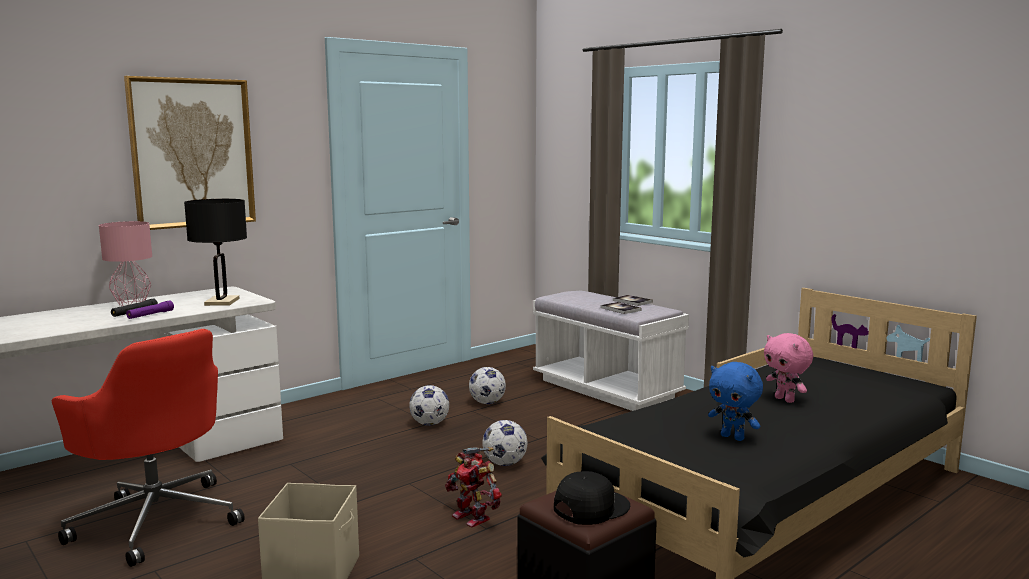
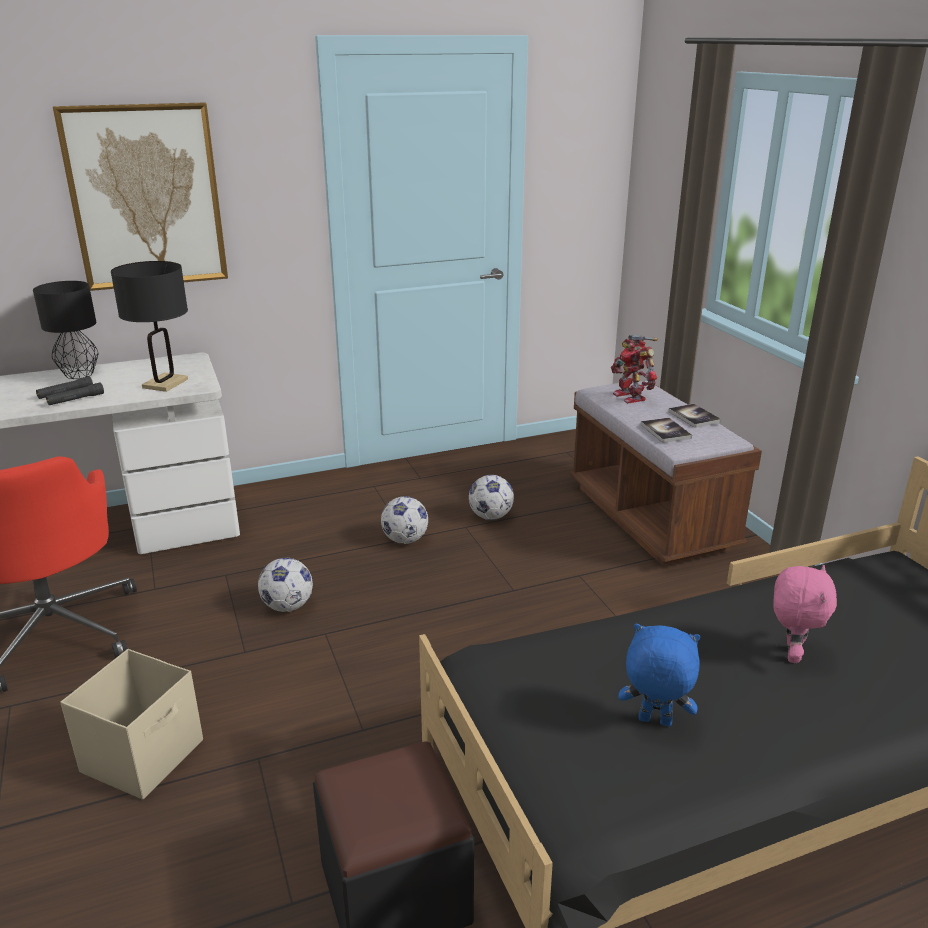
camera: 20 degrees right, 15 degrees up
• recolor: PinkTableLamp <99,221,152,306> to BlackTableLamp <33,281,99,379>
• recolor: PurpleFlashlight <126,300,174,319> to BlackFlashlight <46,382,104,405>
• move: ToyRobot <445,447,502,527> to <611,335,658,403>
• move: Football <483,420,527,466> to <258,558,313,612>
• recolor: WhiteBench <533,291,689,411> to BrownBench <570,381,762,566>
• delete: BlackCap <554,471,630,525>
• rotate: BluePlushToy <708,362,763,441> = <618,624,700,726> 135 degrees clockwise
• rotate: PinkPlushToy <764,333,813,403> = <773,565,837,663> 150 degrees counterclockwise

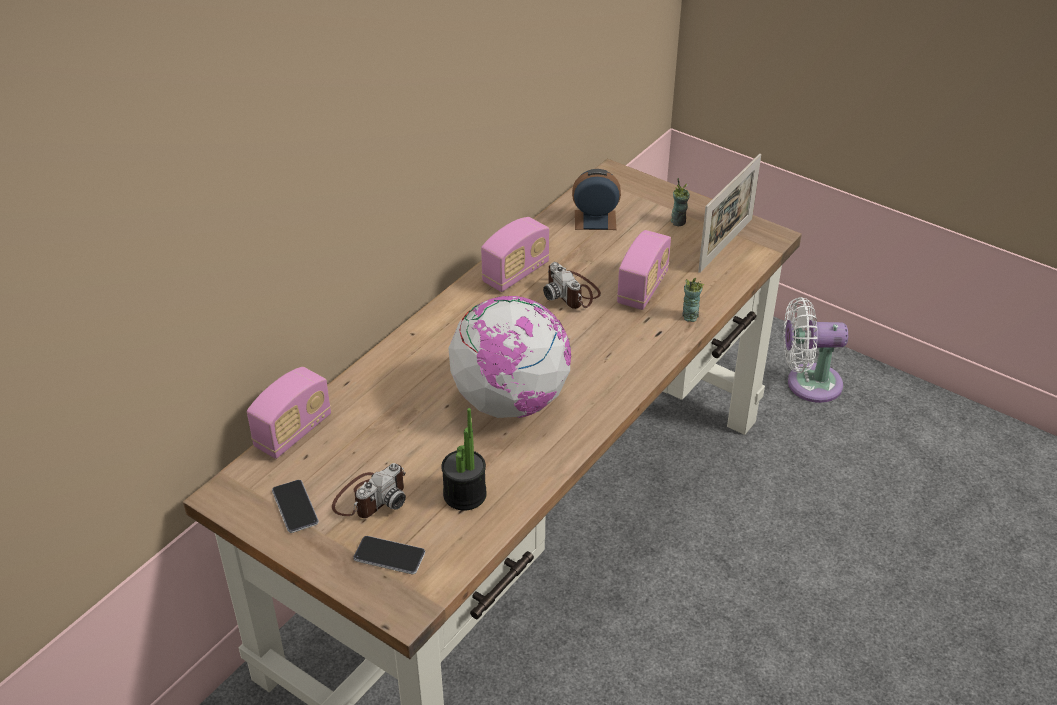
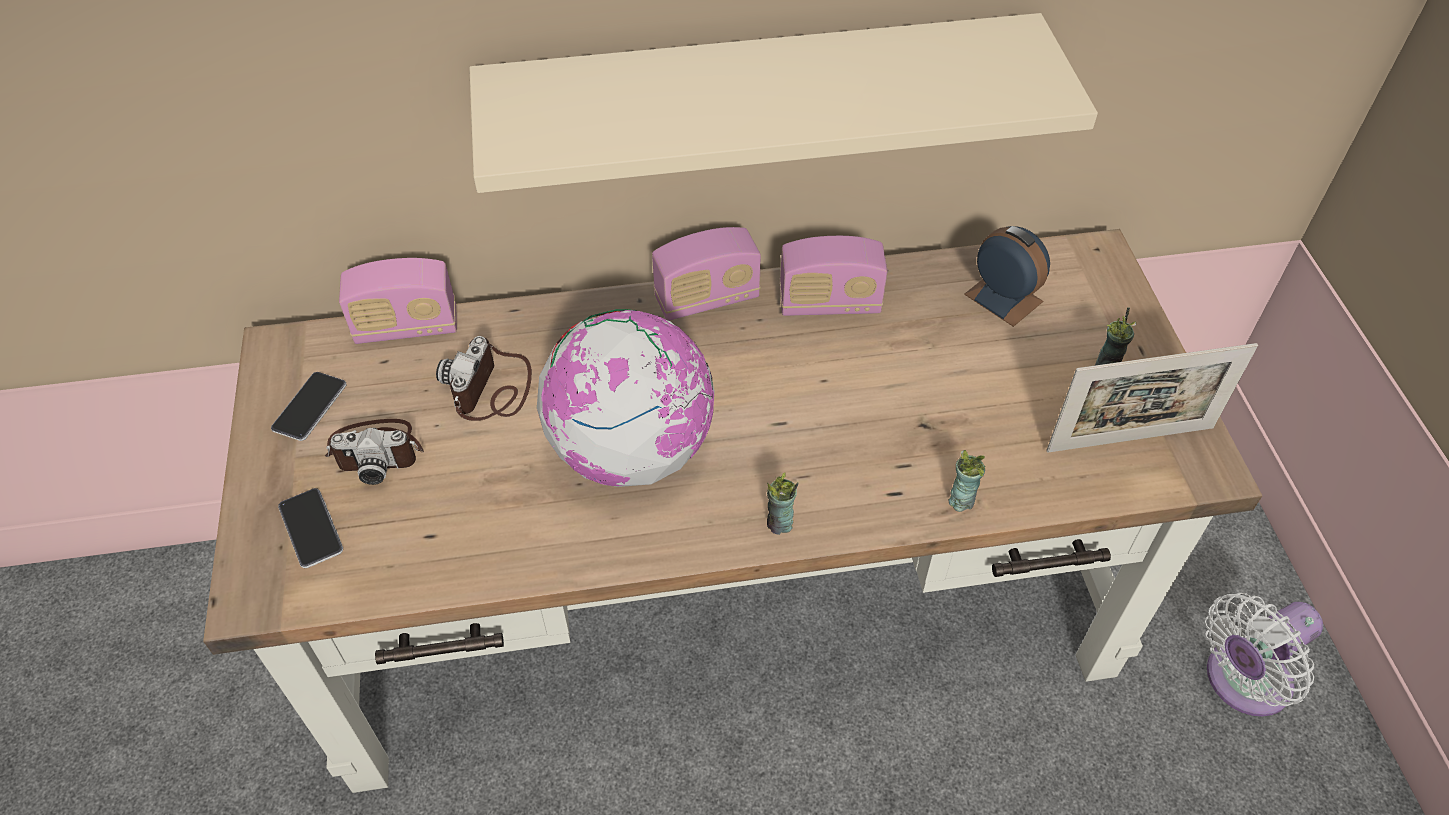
camera: 45 degrees right, 10 degrees up
• delete: PottedPlant <441,408,487,511>
• move: PhotoCamera <543,262,601,309> to <436,336,532,421>
• move: Radio <617,230,671,310> to <652,227,761,321>
• rotate: WhiteFan <784,297,848,403> = <1205,593,1323,716> 75 degrees counterclockwise
• insert: BeigeShelf <469,13,1098,193>
• insert: Cup <767,473,799,535>

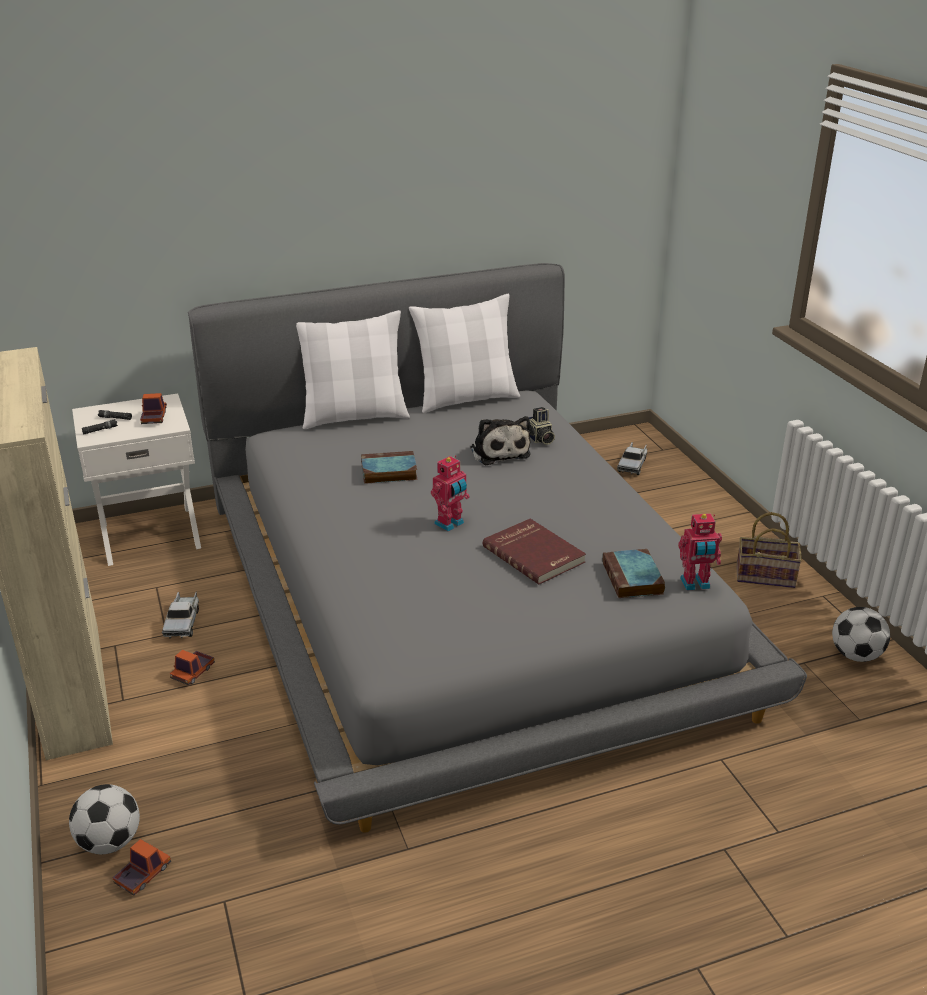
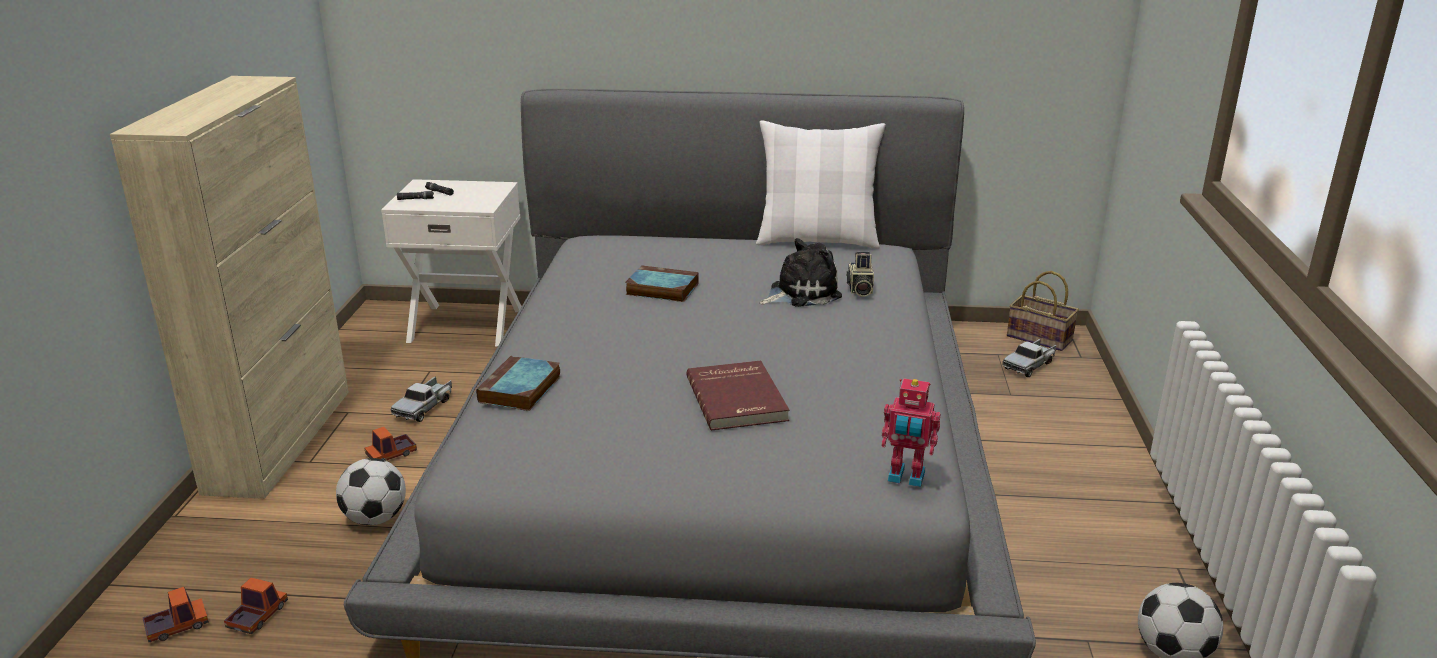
camera: 25 degrees right, 5 degrees down
• move: Football <69,784,140,854> to <336,458,406,525>
• move: ToyTruck <140,393,167,424> to <224,577,288,634>
• delete: WhitePillow <296,310,410,429>
• delete: ToyRobot <431,455,470,532>
• rotate: PlushToy <470,416,531,465> = <760,238,842,307> 120 degrees counterclockwise
• move: Book <602,549,665,598> to <476,356,561,411>
• move: Basket <736,512,802,588> to <1007,271,1079,351>

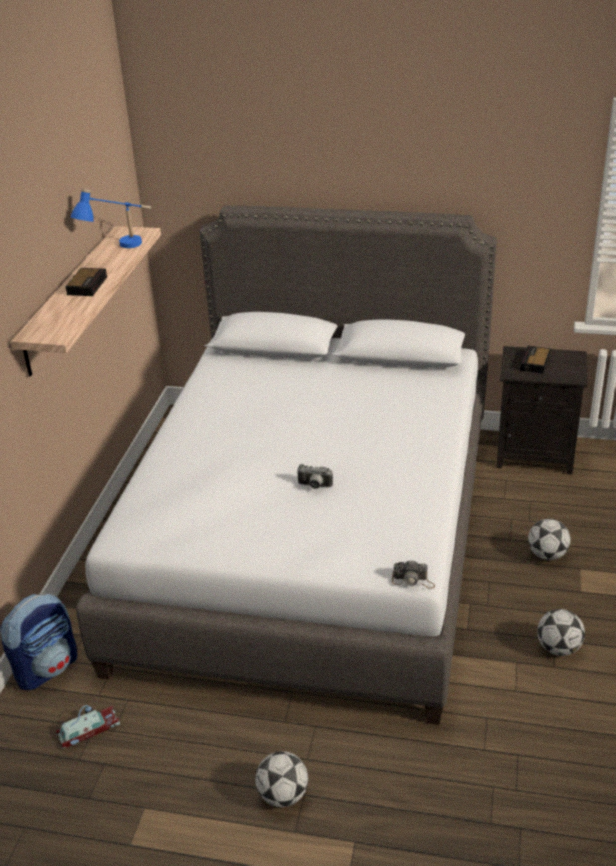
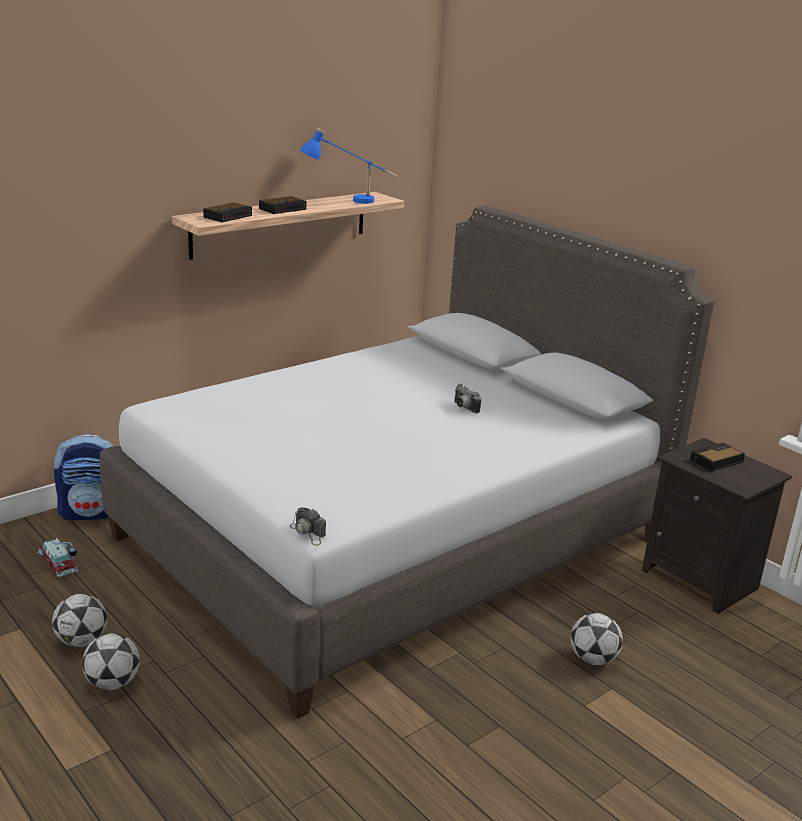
camera: 35 degrees right, 10 degrees down
• rotate: ToyCar <55,705,120,749> = <37,538,79,577> 45 degrees clockwise
• move: PhotoCamera <297,464,333,489> to <454,384,482,413>
• move: Football <537,609,585,656> to <52,594,107,647>
• insert: AlarmClock <203,202,252,222>

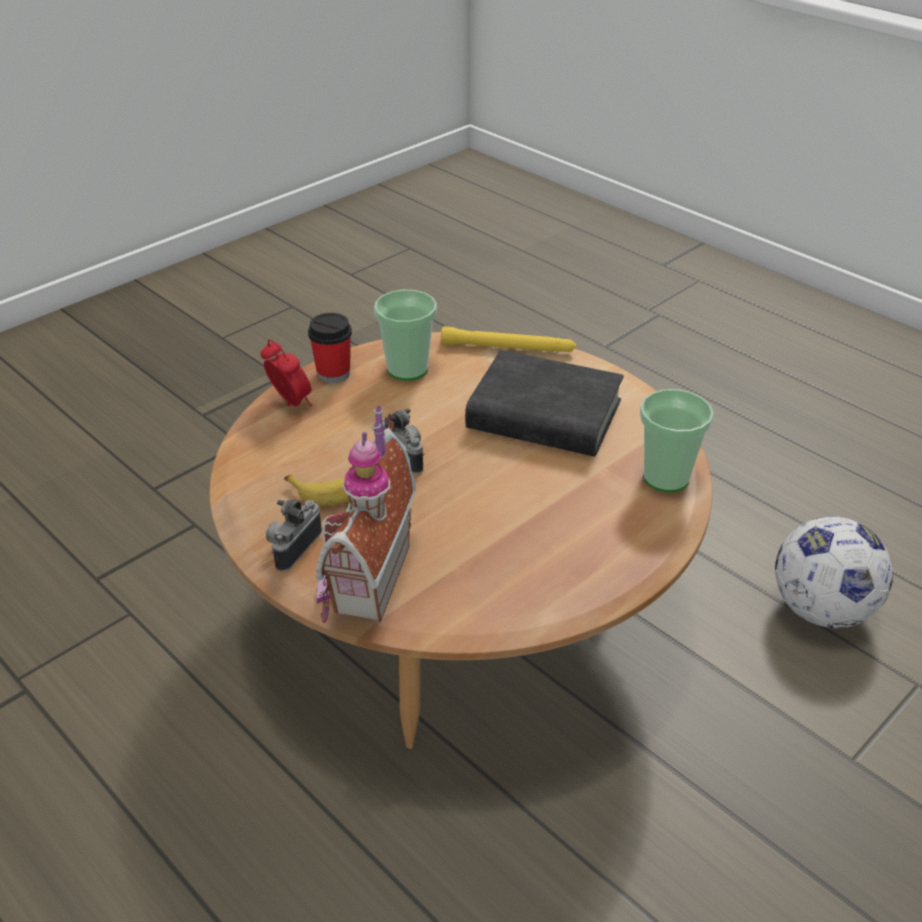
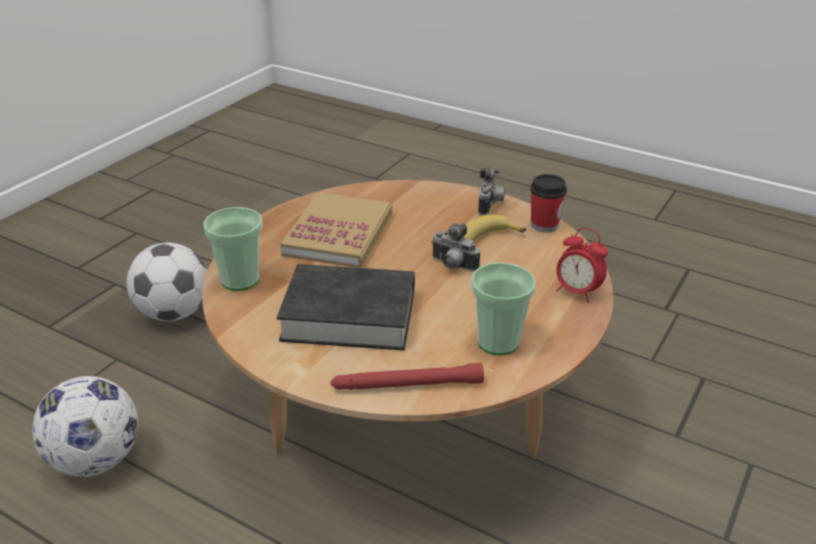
camera: 165 degrees right, 5 degrees down
• move: Cup <308,313,352,383> to <530,174,567,232>
• delete: ToyHouse <316,405,415,623>
• recolor: YellowFlashlight <441,326,577,352> to RedFlashlight <331,363,484,390>
• insert: Football <127,243,207,322>
• insert: Book <280,193,392,268>

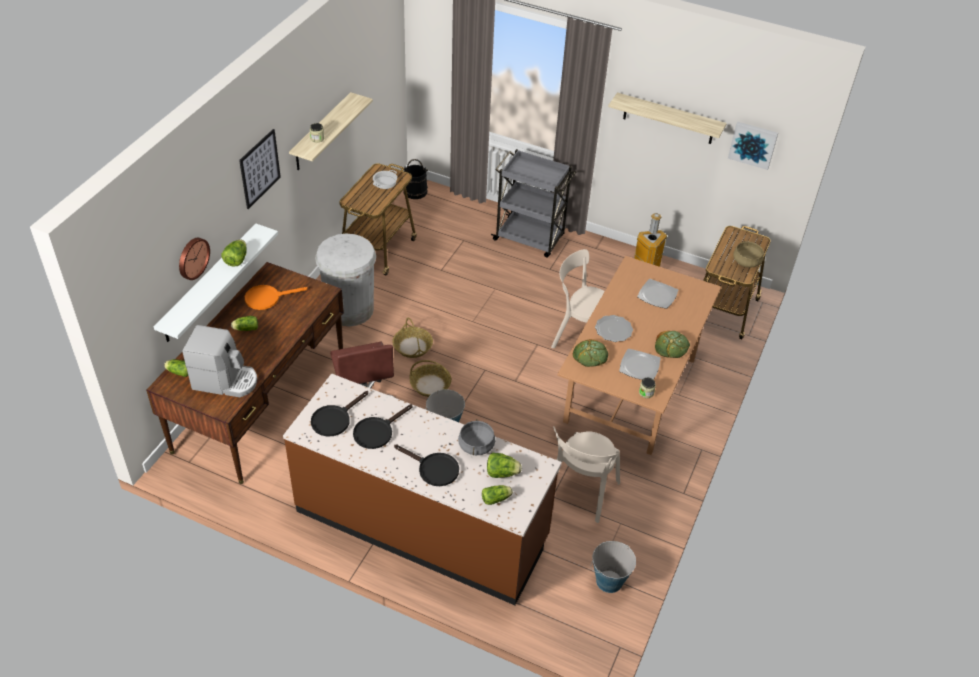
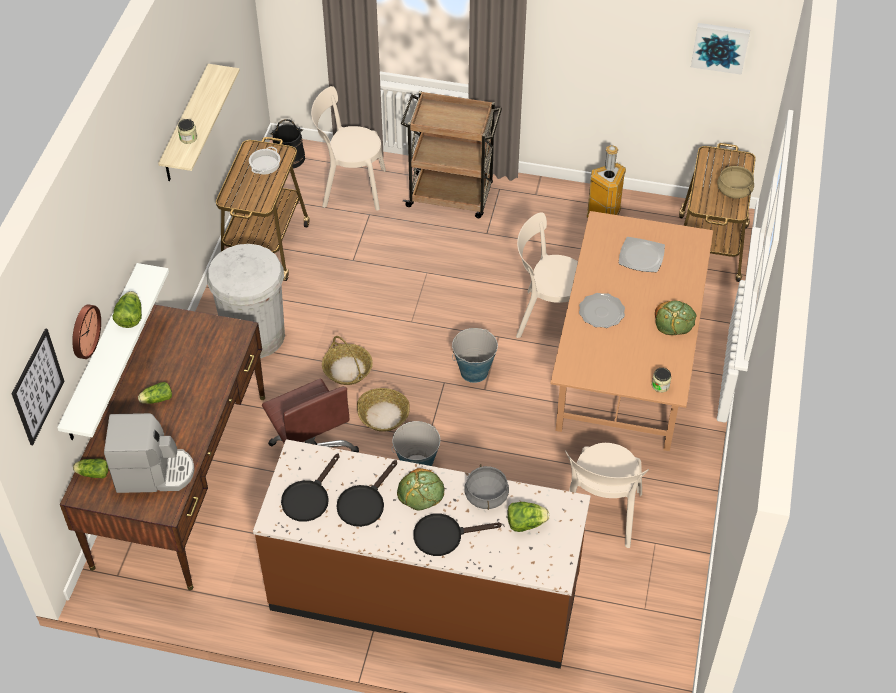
camera: 10 degrees left, 5 degrees up
• move: Picture <239,129,281,209> to <12,328,64,445>
• delete: OrangeFryingPan <245,285,308,310>
• rotate: BlackFryingPan <394,445,459,486> = <413,513,502,556> 150 degrees clockwise
• delete: Lettuce <482,485,513,505>
• recolor: GreyCart <491,149,576,258> to BrownCart <401,91,502,218>
• move: Bread <573,339,608,367> to <397,468,444,511>
• move: Bucket <590,541,636,593> to <452,328,498,383>
• delete: Shelf <608,93,727,144>
• delete: Plate <619,349,661,380>
• insert: BeigeChair <311,86,386,211>

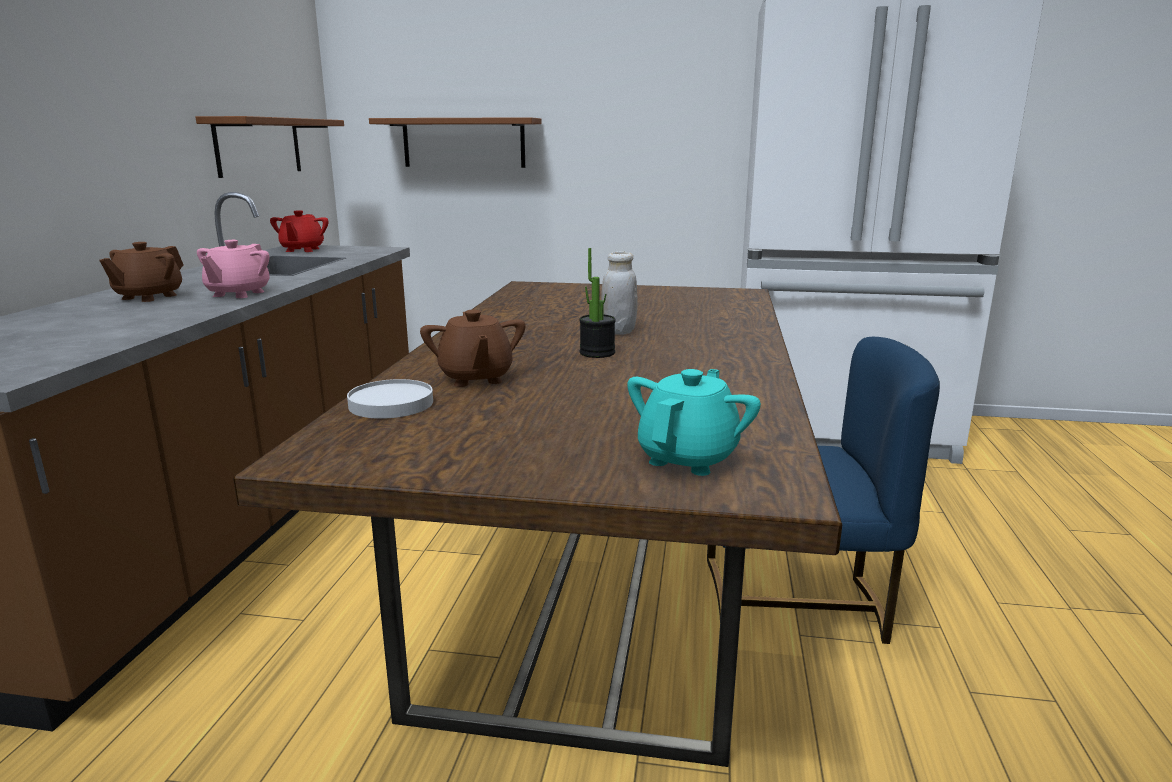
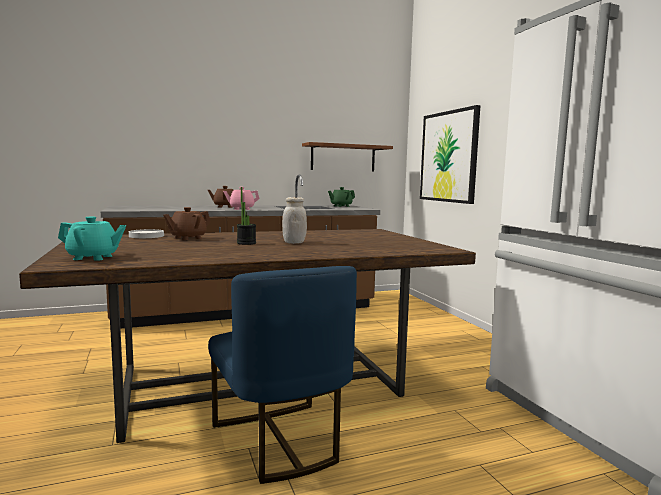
camera: 60 degrees right, 10 degrees down
• recolor: RedTeapot <270,210,329,252> to GreenTeapot <328,187,355,207>
• replace: BrownShelf <369,117,541,168> to Picture <420,105,480,204>

